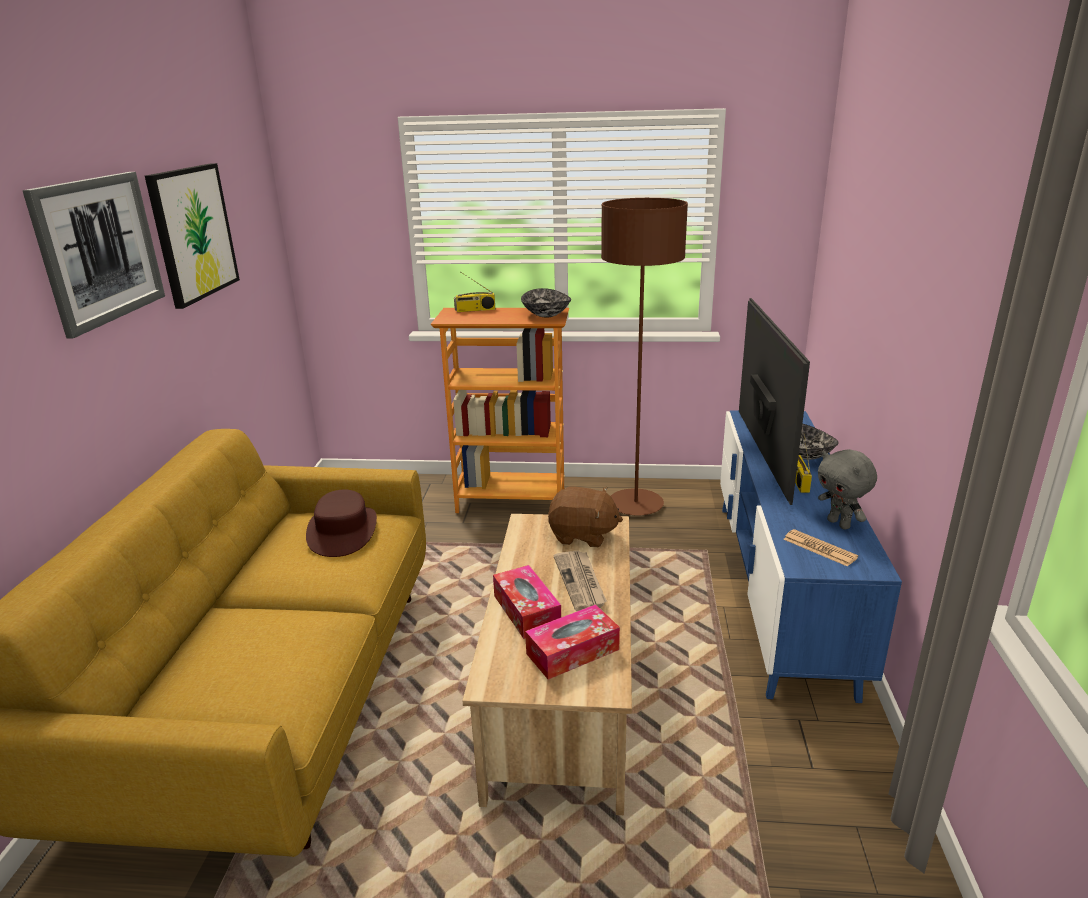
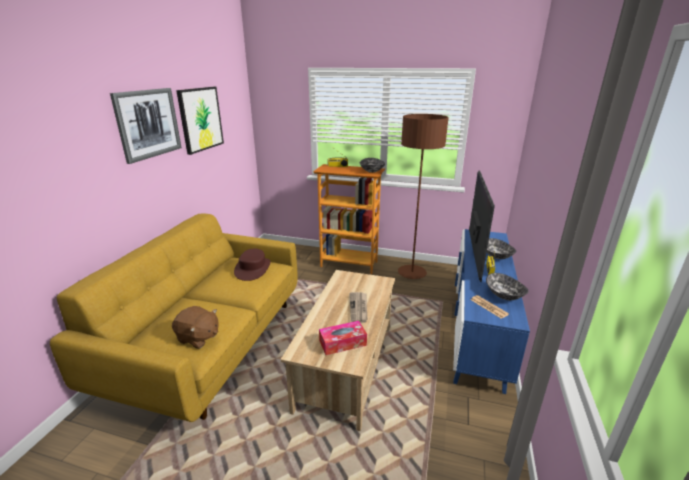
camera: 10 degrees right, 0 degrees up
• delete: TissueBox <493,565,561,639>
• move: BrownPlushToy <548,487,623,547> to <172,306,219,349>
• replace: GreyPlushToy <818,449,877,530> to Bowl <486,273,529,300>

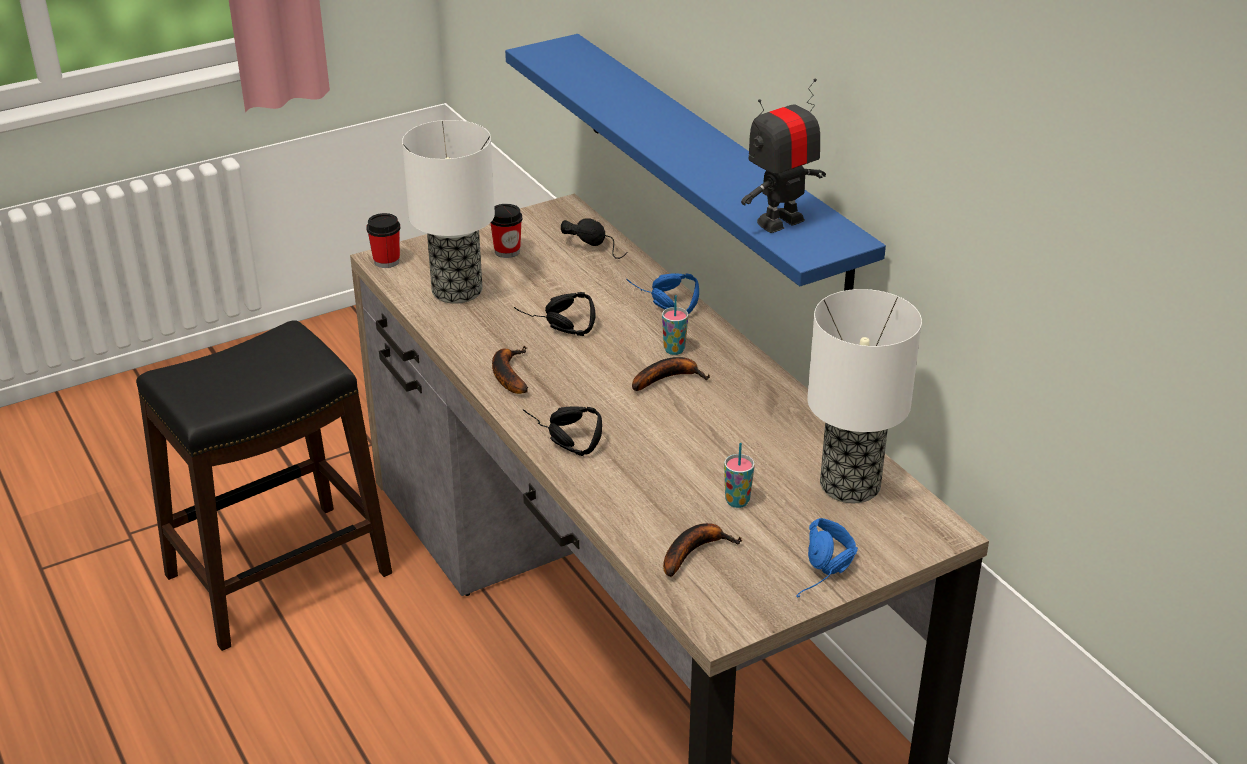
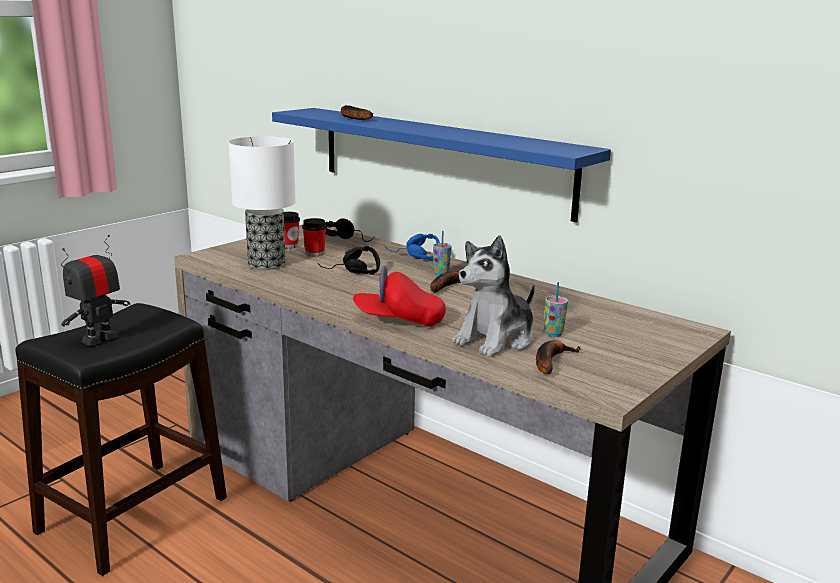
camera: 20 degrees left, 15 degrees down
• move: Cup <366,213,400,268> to <302,218,327,256>
• move: Banana <492,346,528,394> to <341,105,373,120>
• replace: BlackHeadphones <522,406,602,456> to RedCap <353,266,446,327>
• move: ToyRobot <741,78,826,233> to <61,235,130,346>
• delete: BlueHeadphones <797,518,858,597>
• delete: TableLamp <807,289,922,503>
• insert: PlushToy <452,235,535,357>

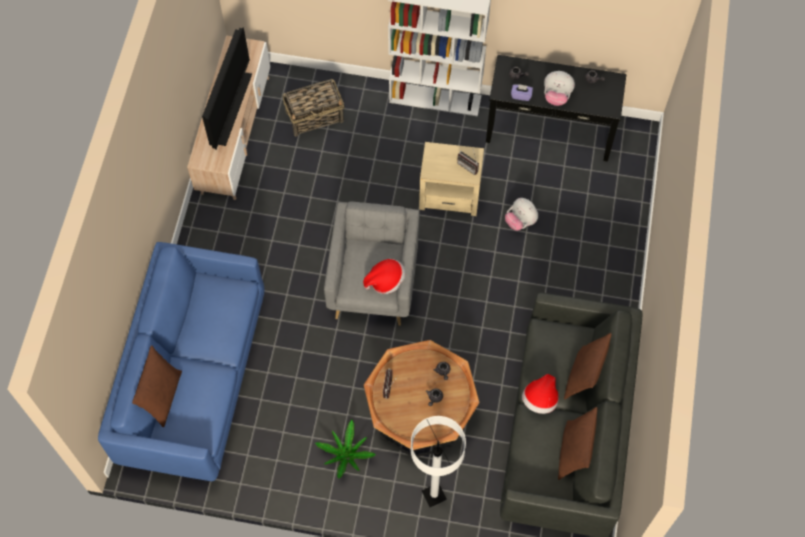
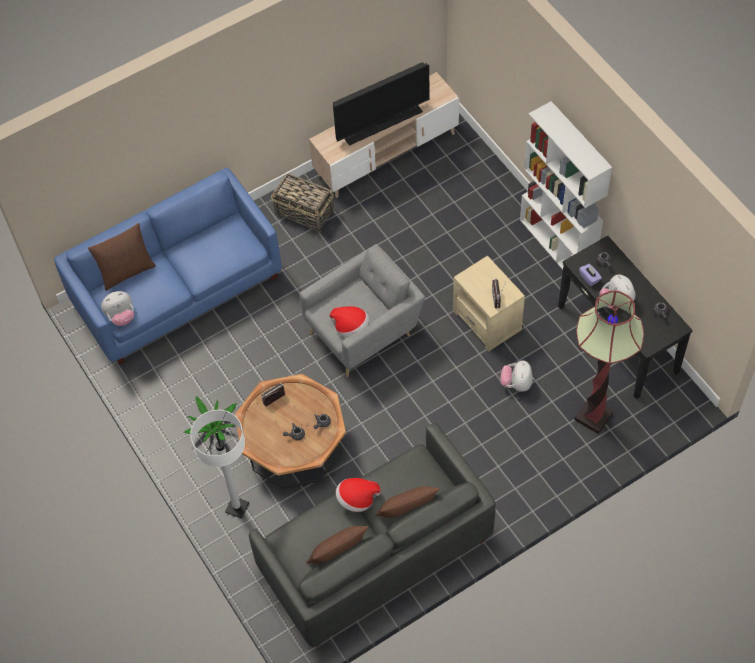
camera: 50 degrees right, 5 degrees down
• move: Basket <282,79,345,137> to <271,173,334,233>
• insert: PlushToy <101,291,134,326>
• insert: FloorLamp <575,290,644,434>

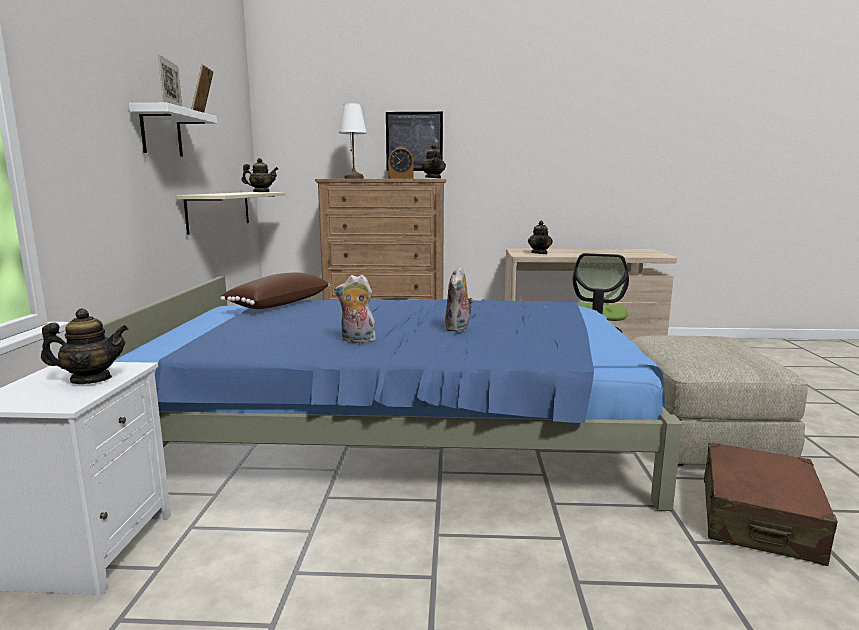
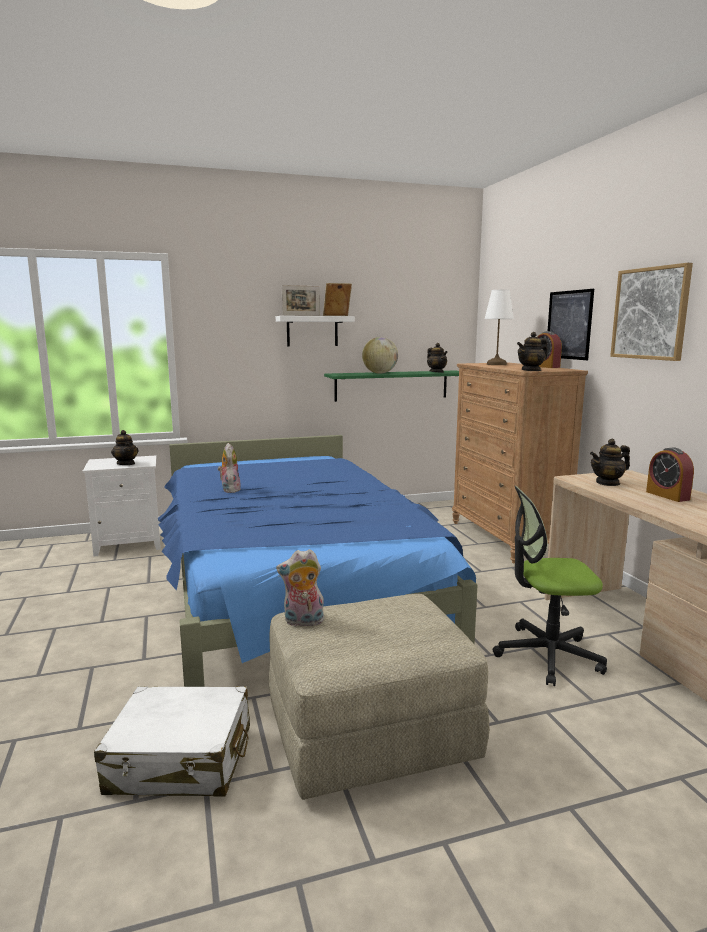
camera: 70 degrees right, 0 degrees up
• recolor: BeigeShelf <176,192,286,235> to GreenShelf <324,371,459,402>
• delete: BrownPillow <220,273,330,309>
• move: PlushToy <445,266,473,332> to <276,549,324,626>
• recolor: BrownSuitcase <704,442,838,566> to WhiteSuitcase <94,686,250,797>
• insert: Globe <362,337,398,374>
• insert: Picture <610,263,693,361>
• insert: AlarmClock <646,447,694,502>

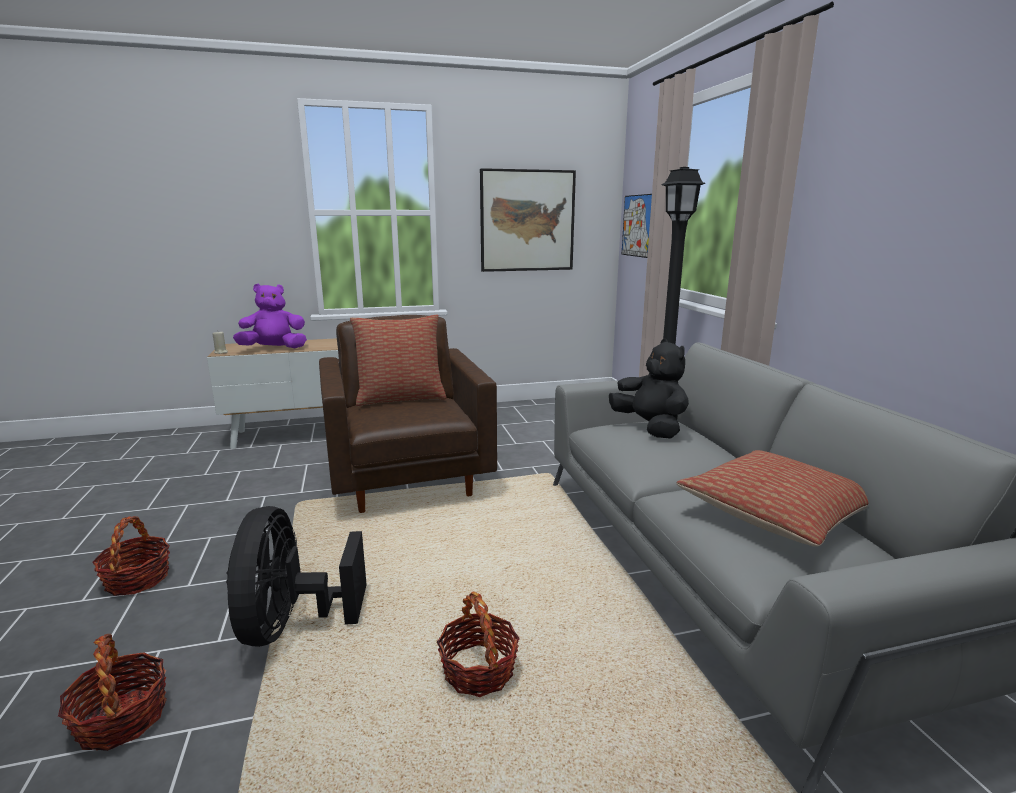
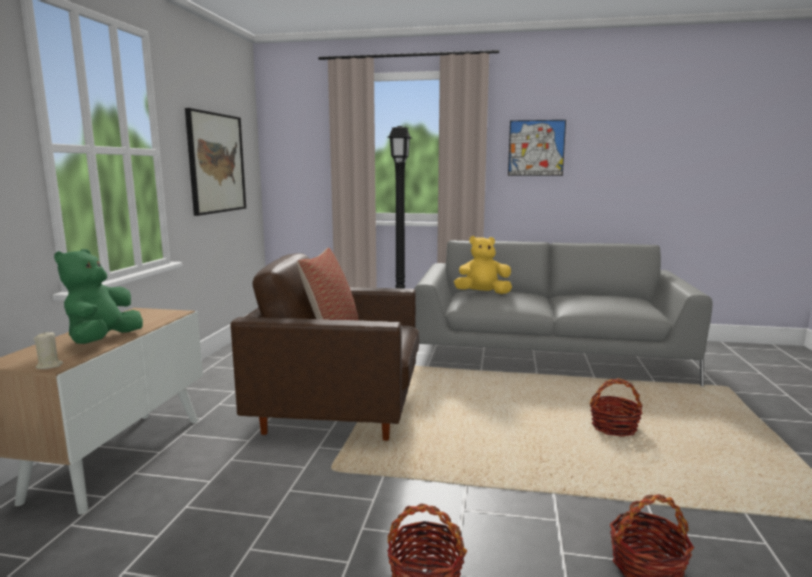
camera: 65 degrees left, 5 degrees down
• delete: BlackFan <226,506,367,647>
• recolor: PurplePlushToy <233,284,307,348> to GreenPlushToy <54,249,143,344>
• recolor: BlackPlushToy <609,339,689,439> to YellowPlushToy <454,236,512,294>
• move: Picture <622,194,652,258> to <508,120,566,176>
• delete: Pillow <676,450,868,547>

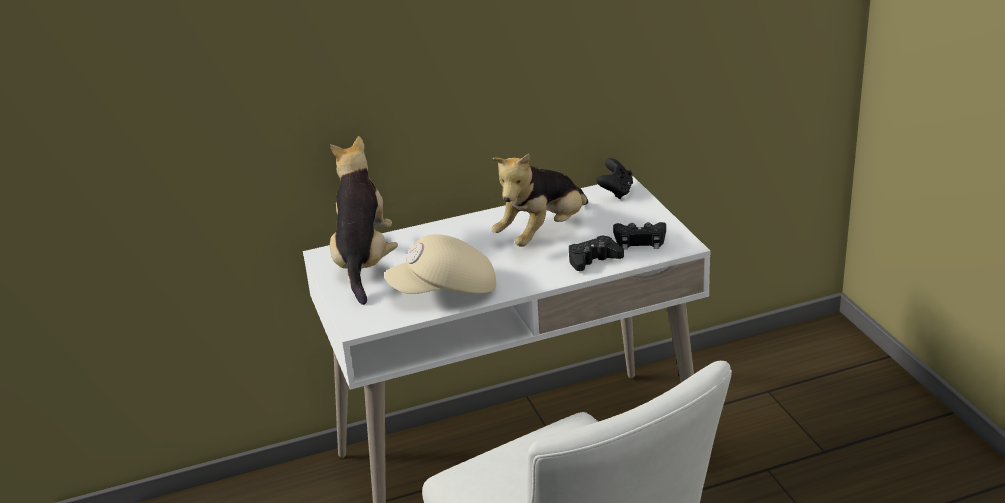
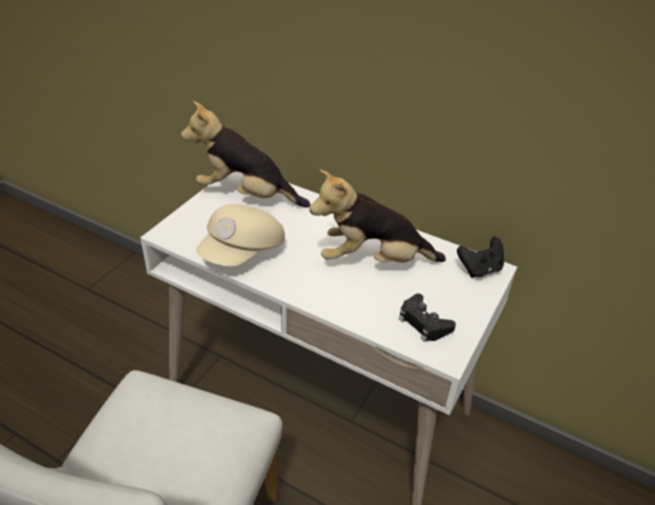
camera: 45 degrees right, 10 degrees up
• rotate: PlushToy <330,136,398,305> = <181,101,311,208> 120 degrees counterclockwise
• rotate: BeigeCap <384,234,496,294> = <196,204,285,266> 90 degrees counterclockwise
• delete: BlackGameController <569,235,624,271>

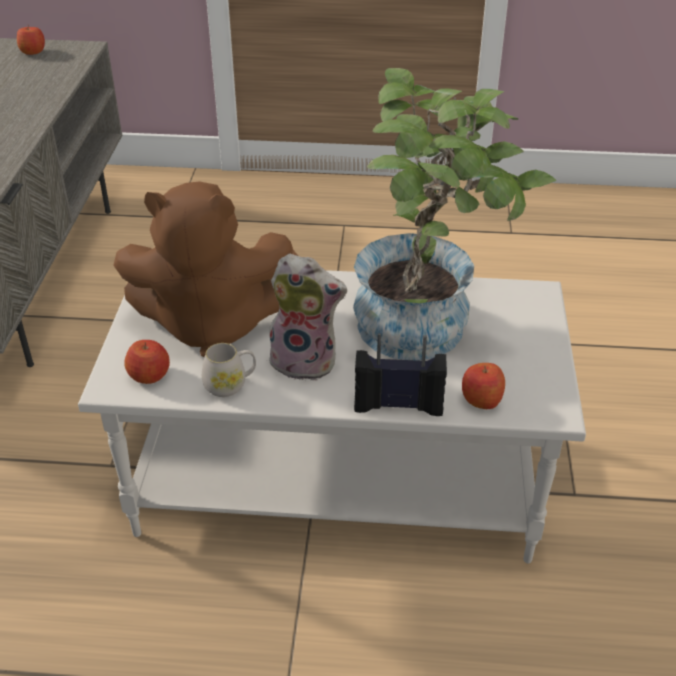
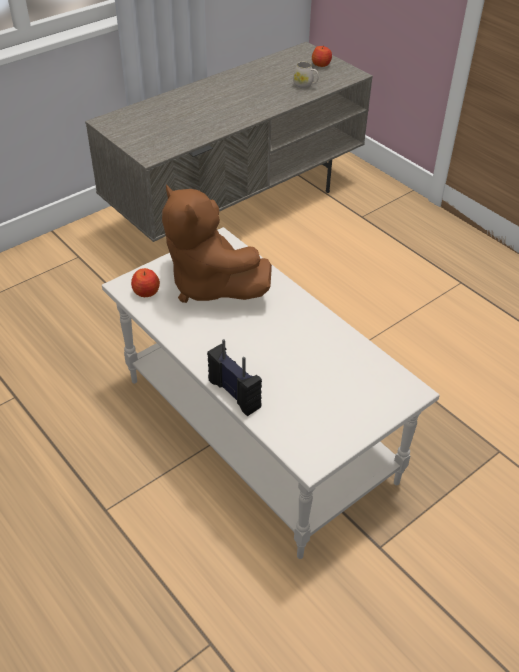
camera: 45 degrees right, 5 degrees up
• move: WhiteMug <202,343,256,397> to <293,62,319,89>
• delete: PlushToy <269,254,347,381>
• delete: PottedPlant <353,68,556,361>
• delete: Apple <462,363,505,409>

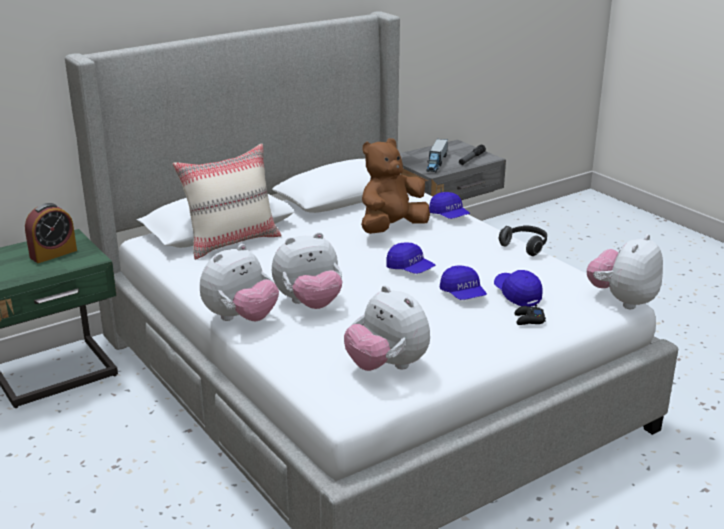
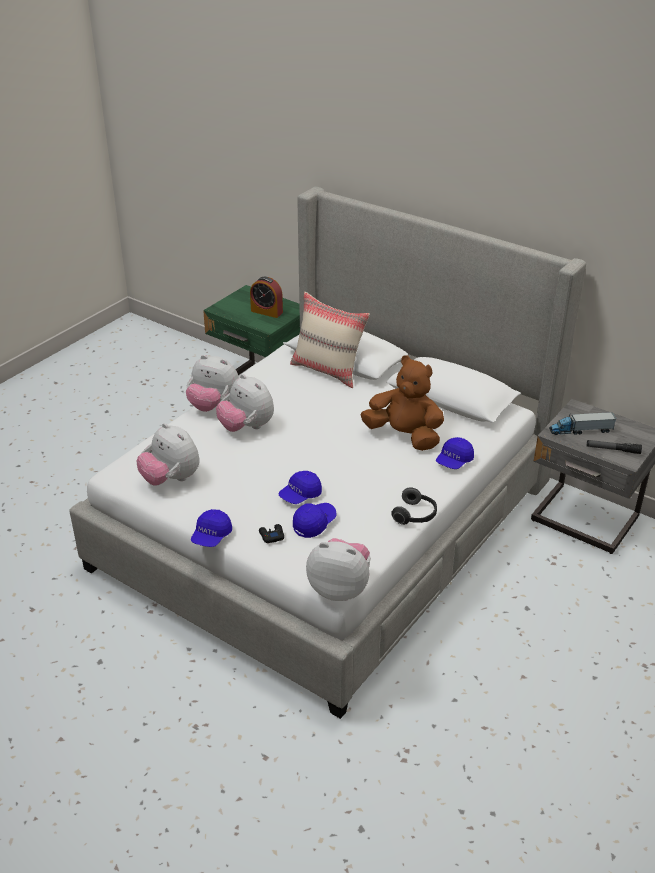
camera: 70 degrees right, 10 degrees up
• rotate: PlushToy <344,285,430,371> = <137,423,200,486> 75 degrees counterclockwise
• move: BlueCap <386,242,435,274> to <191,509,232,547>

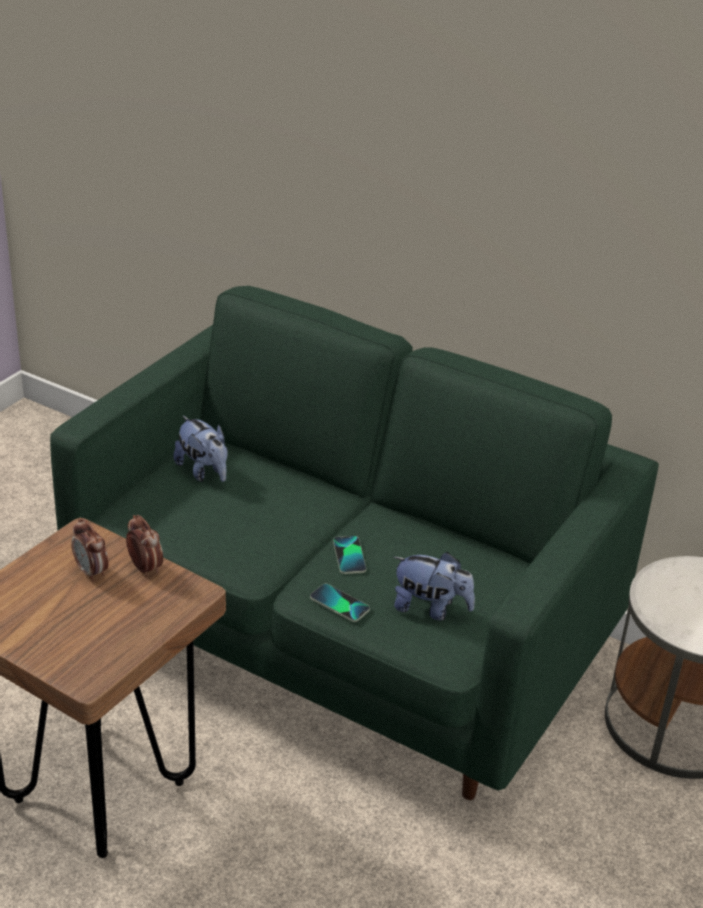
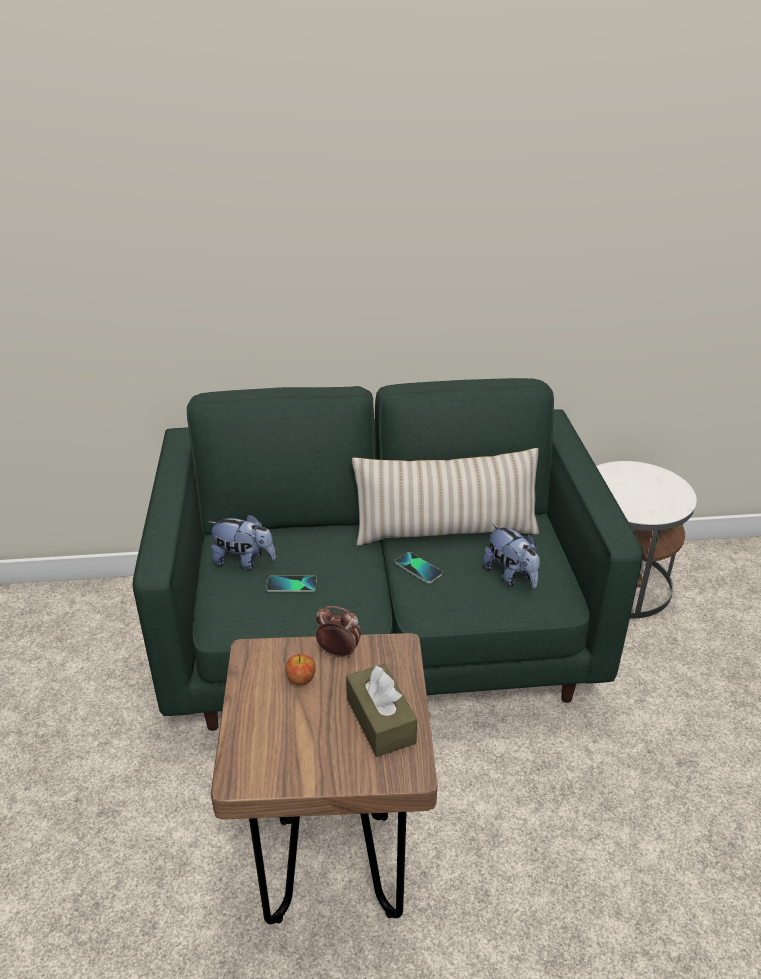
camera: 35 degrees left, 0 degrees up
• replace: AlarmClock <71,518,109,582> to Apple <286,654,316,685>
• move: Phone <310,584,370,622> to <266,575,317,592>
• rotate: PlushToy <393,552,475,621> = <483,524,540,588> 75 degrees clockwise
• insert: BrownTissueBox <346,664,417,757>
• insert: BeigePillow <352,448,539,546>

